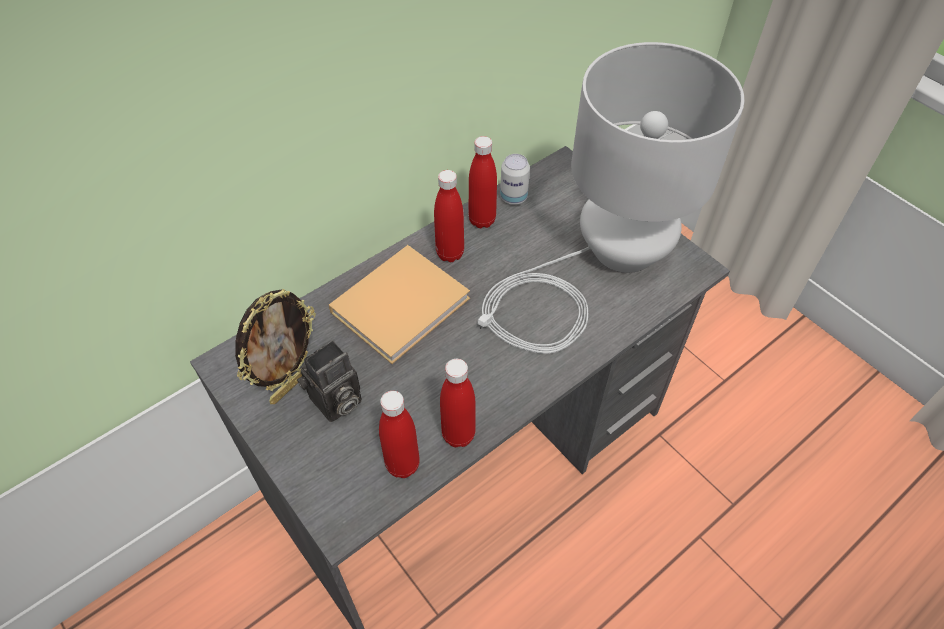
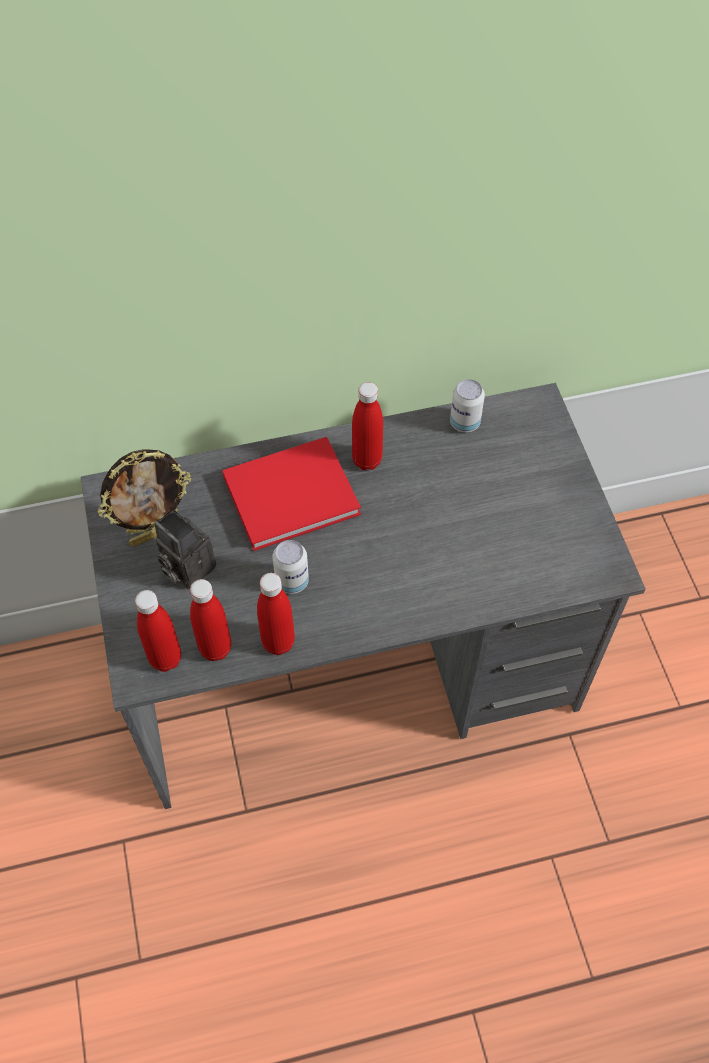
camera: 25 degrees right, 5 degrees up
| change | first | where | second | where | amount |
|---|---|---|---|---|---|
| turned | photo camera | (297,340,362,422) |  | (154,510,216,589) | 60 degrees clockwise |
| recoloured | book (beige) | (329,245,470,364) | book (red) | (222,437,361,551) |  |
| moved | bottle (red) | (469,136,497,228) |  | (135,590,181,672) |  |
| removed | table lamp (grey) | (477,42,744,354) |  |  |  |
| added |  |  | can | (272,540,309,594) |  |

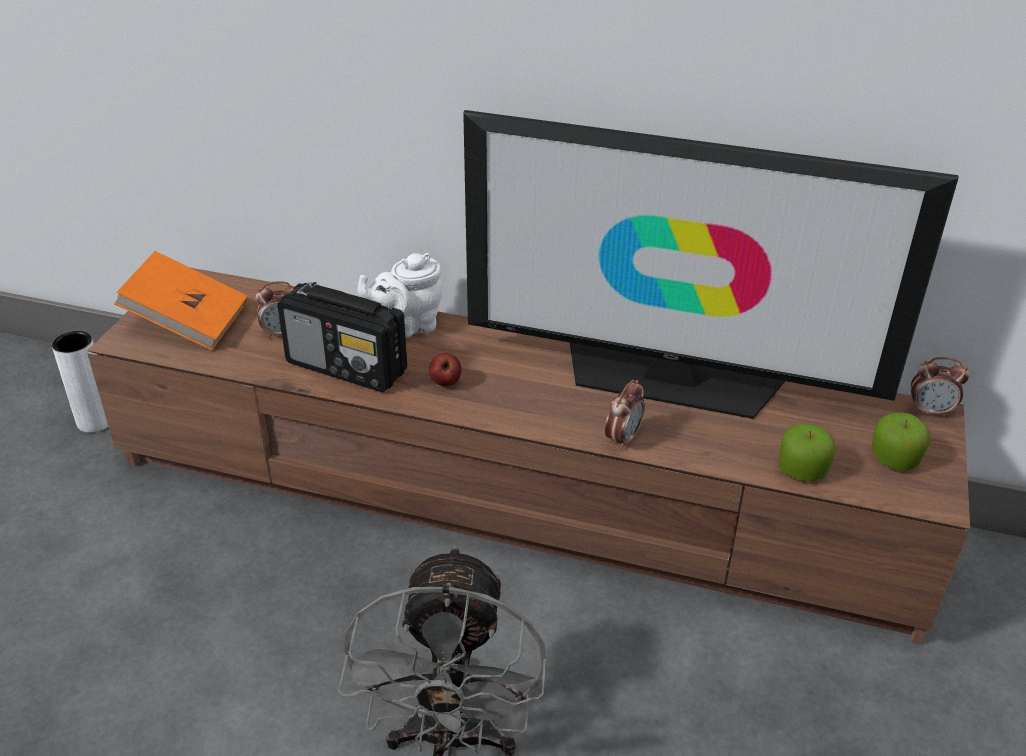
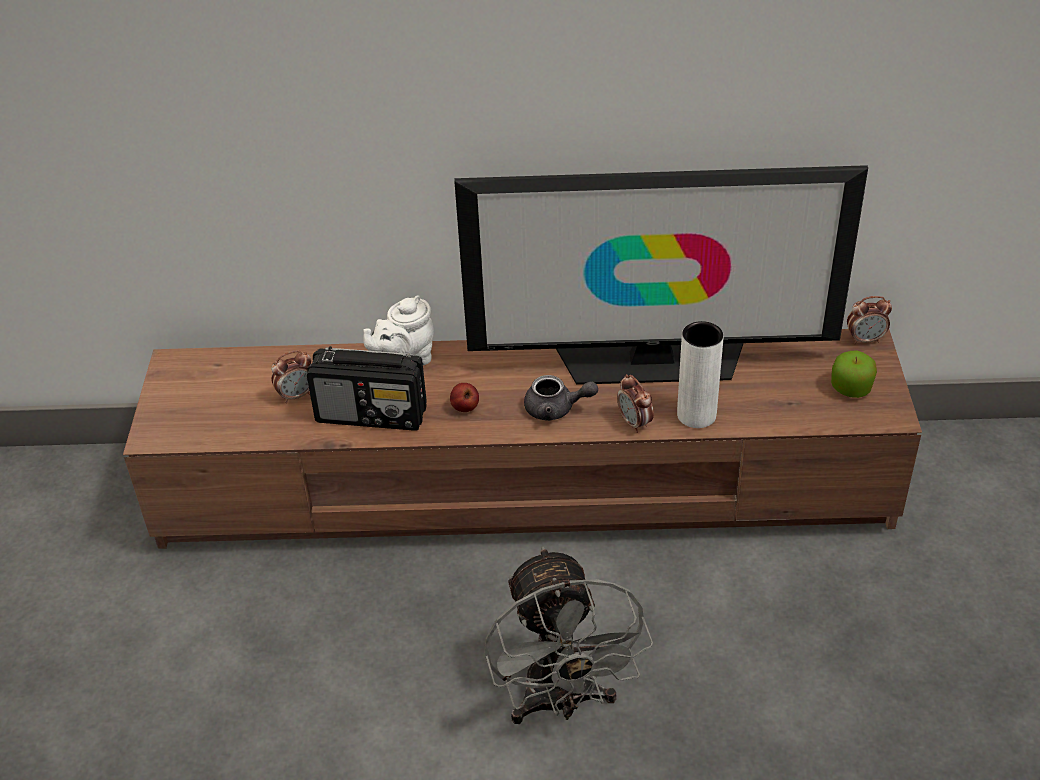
camera: 15 degrees left, 5 degrees up
| change | first | where | second | where | amount |
|---|---|---|---|---|---|
| moved | vase (white) | (52,331,108,433) |  | (677,321,724,428) |  |
| removed | book (orange) | (114,251,248,351) |  |  |  |
| turned | alarm clock | (605,380,645,450) |  | (617,374,654,433) | 135 degrees clockwise |
| removed | apple | (778,423,835,481) |  |  |  |
| added |  |  | teapot (grey) | (524,375,598,421) |  |

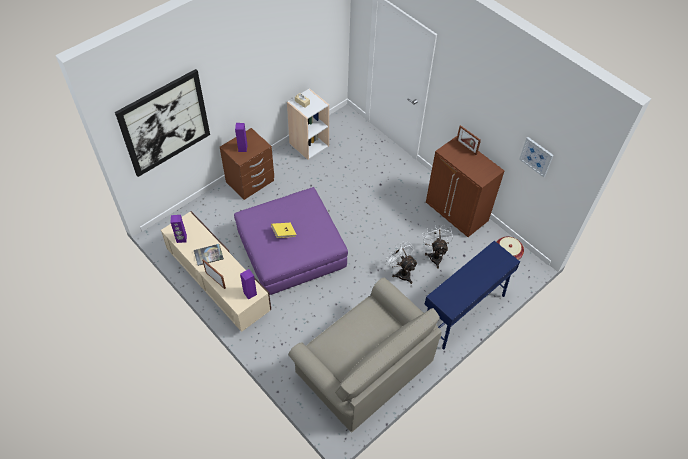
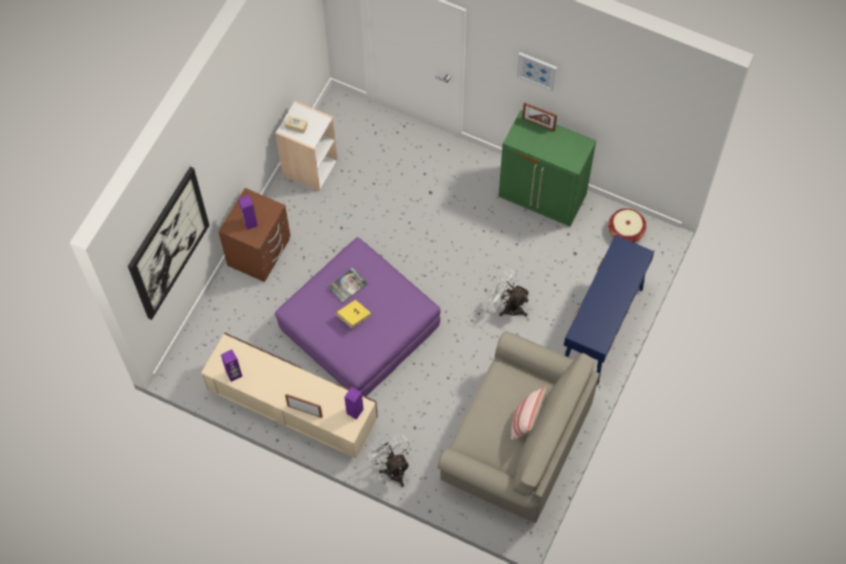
camera: 20 degrees left, 10 degrees up
| change | first | where | second | where | amount |
|---|---|---|---|---|---|
| moved | book | (194,244,224,266) |  | (327,267,368,304) |  |
| moved | fan (white) | (423,225,453,269) |  | (368,433,410,487) |  |
| recoloured | cabinet (brown) | (426,136,504,237) | cabinet (green) | (498,110,596,226) |  |
| moved | picture | (519,137,554,177) |  | (517,52,557,91) |  |
| added |  |  | pillow | (511,386,546,442) |  |

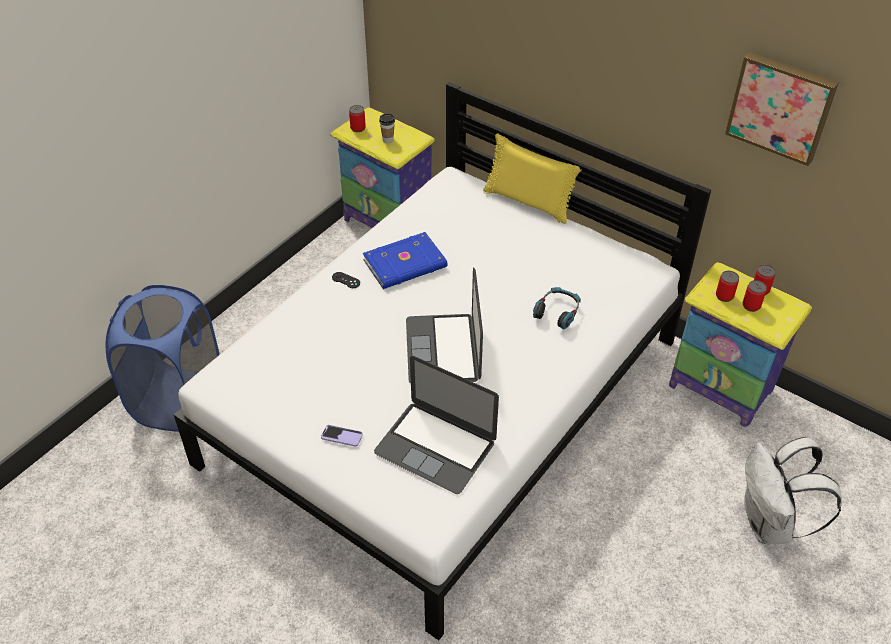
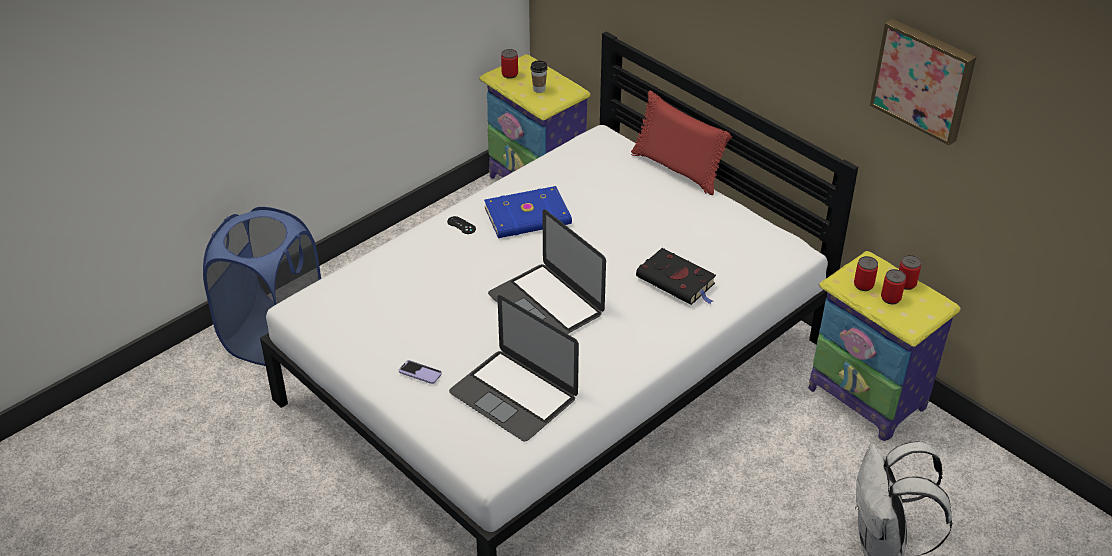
camera: 10 degrees right, 5 degrees down
| change | first | where | second | where | amount |
|---|---|---|---|---|---|
| turned | laptop | (406,268,483,384) |  | (488,209,606,334) | 45 degrees counterclockwise |
| recoloured | pillow (yellow) | (483,133,581,224) | pillow (red) | (631,91,732,195) |  |
| replaced | headphones | (533,287,581,329) | book (black) | (636,248,716,305) |  |

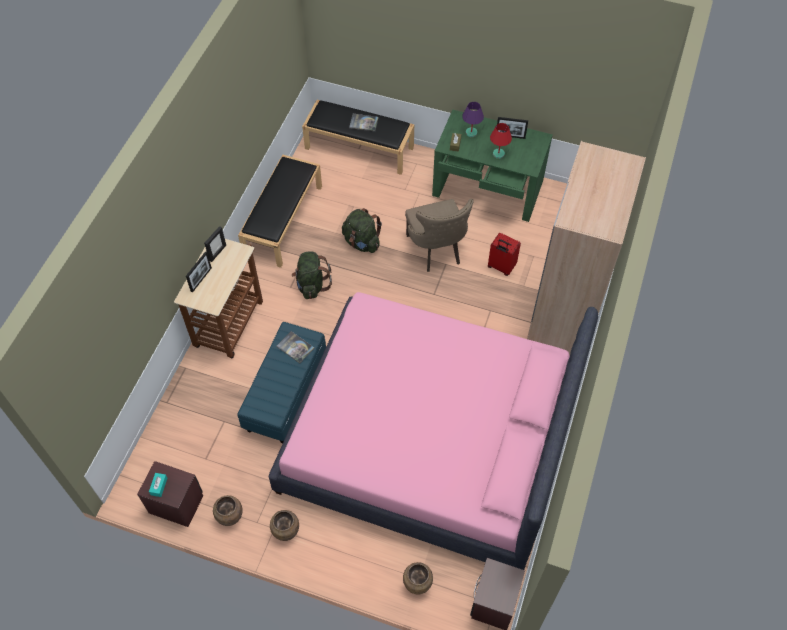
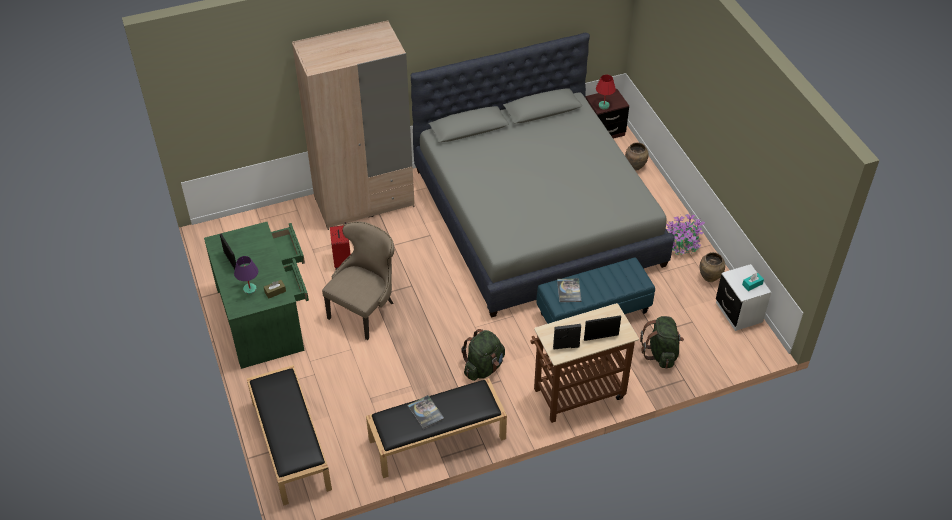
camera: 130 degrees left, 10 degrees down
| change | first | where | second | where | amount |
|---|---|---|---|---|---|
| recoloured | nightstand (brown) | (137,461,203,527) | nightstand (white) | (716,264,771,331) |  |
| recoloured | bed (pink) | (269,292,598,570) | bed (grey) | (411,33,675,318) |  |
| replaced | vase (brown) | (270,510,299,541) | potted plant | (666,214,705,255) |  |
| moved | backpack (green) | (342,208,382,253) |  | (640,316,684,368) |  |
| moved | book | (349,114,379,132) |  | (408,395,444,429) |  |
| moved | table lamp (red) | (490,123,512,159) |  | (596,75,616,109) |  |

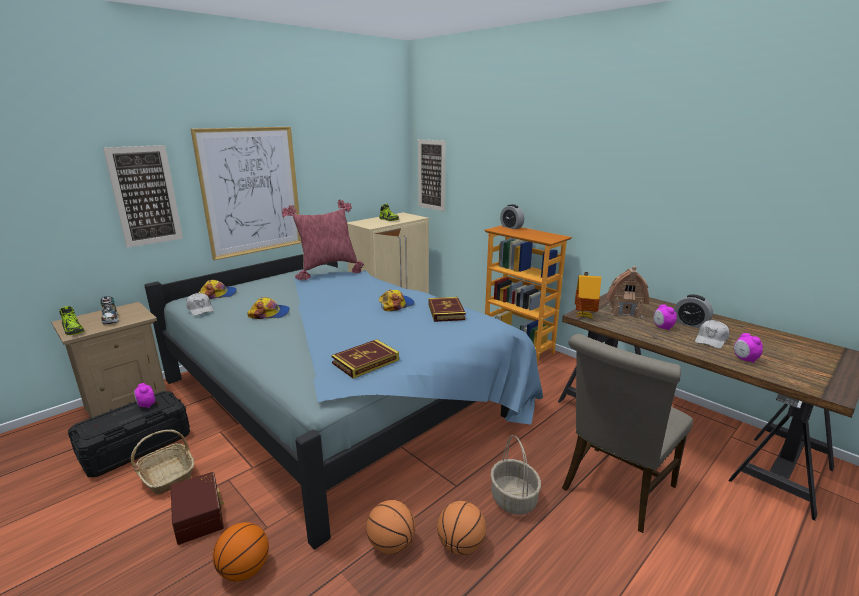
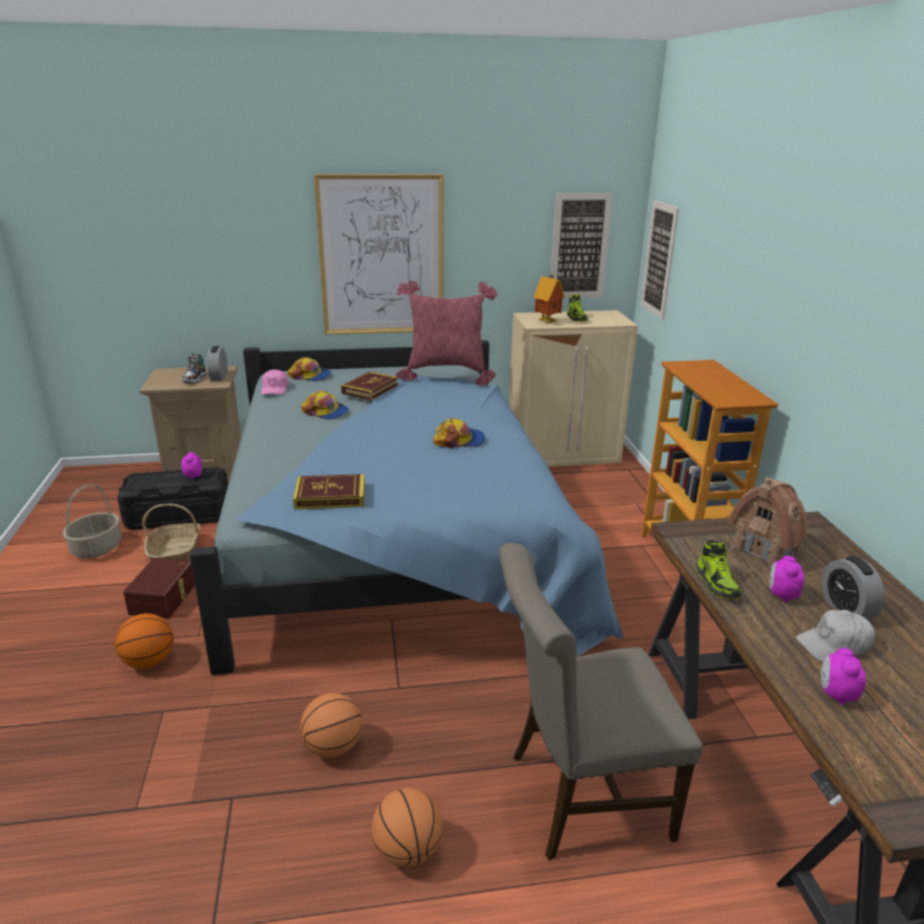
camera: 35 degrees right, 5 degrees up
| change | first | where | second | where | amount |
|---|---|---|---|---|---|
| moved | shoe | (59,306,85,335) |  | (696,540,742,599) |  |
| moved | picture | (103,145,183,248) |  | (551,193,613,298) |  |
| recoloured | cap (white) | (186,293,214,316) | cap (pink) | (261,369,288,395) |  |
| moved | basketball | (366,500,415,554) |  | (371,788,443,867) |  |
| moved | book | (428,297,466,322) |  | (341,371,398,400) |  |
| moved | basket | (491,435,541,515) |  | (63,484,121,559) |  |
| moved | alarm clock | (500,204,524,229) |  | (207,346,227,380) |  |
| moved | toy house | (575,272,601,318) |  | (534,275,564,323) |  |

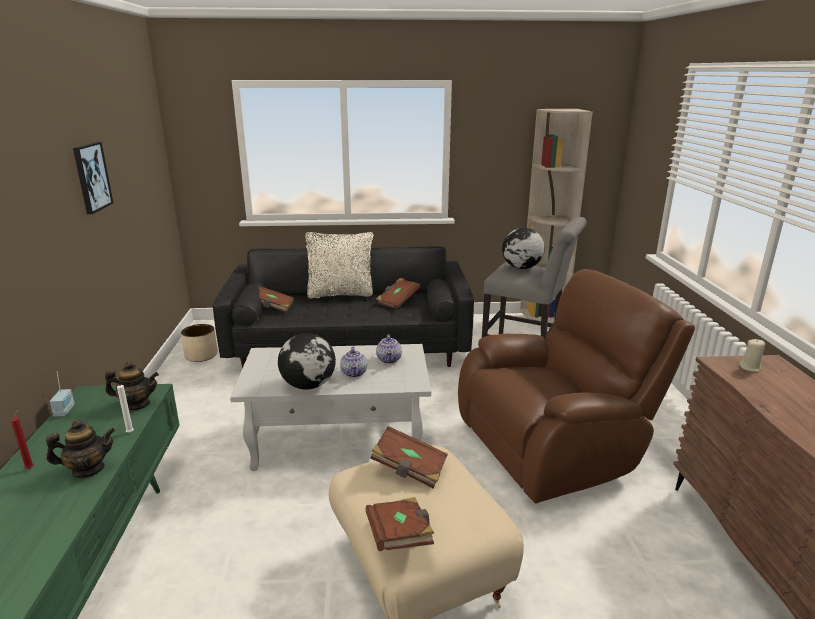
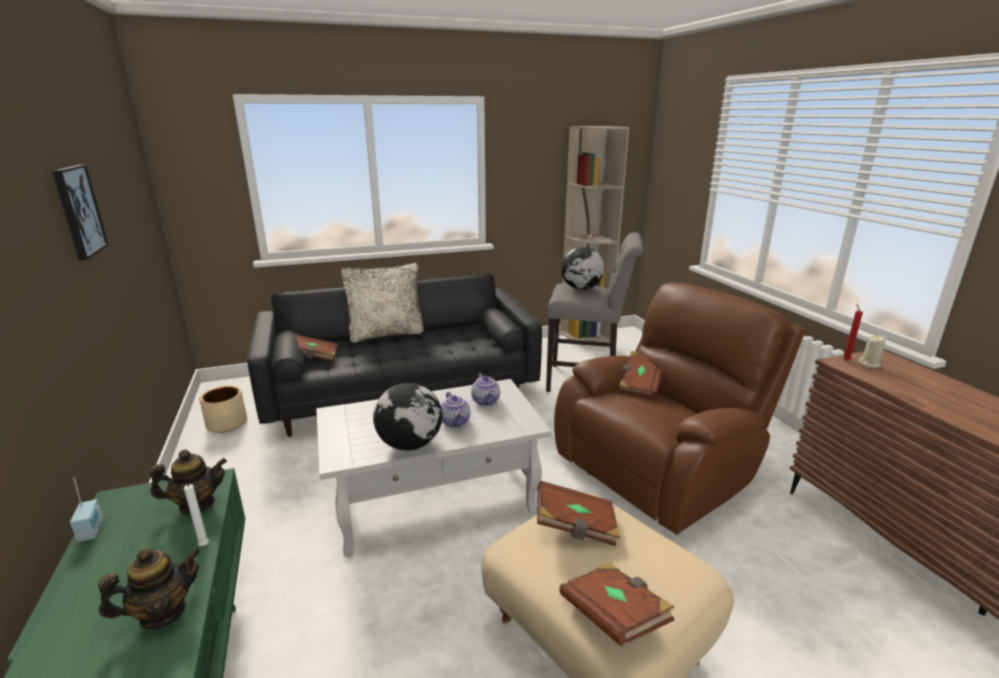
camera: 15 degrees left, 0 degrees up
| change | first | where | second | where | amount |
|---|---|---|---|---|---|
| moved | candle (red) | (11,410,34,469) |  | (843,304,863,361) |  |
| moved | book (brown) | (376,278,420,309) |  | (619,351,662,397) |  |

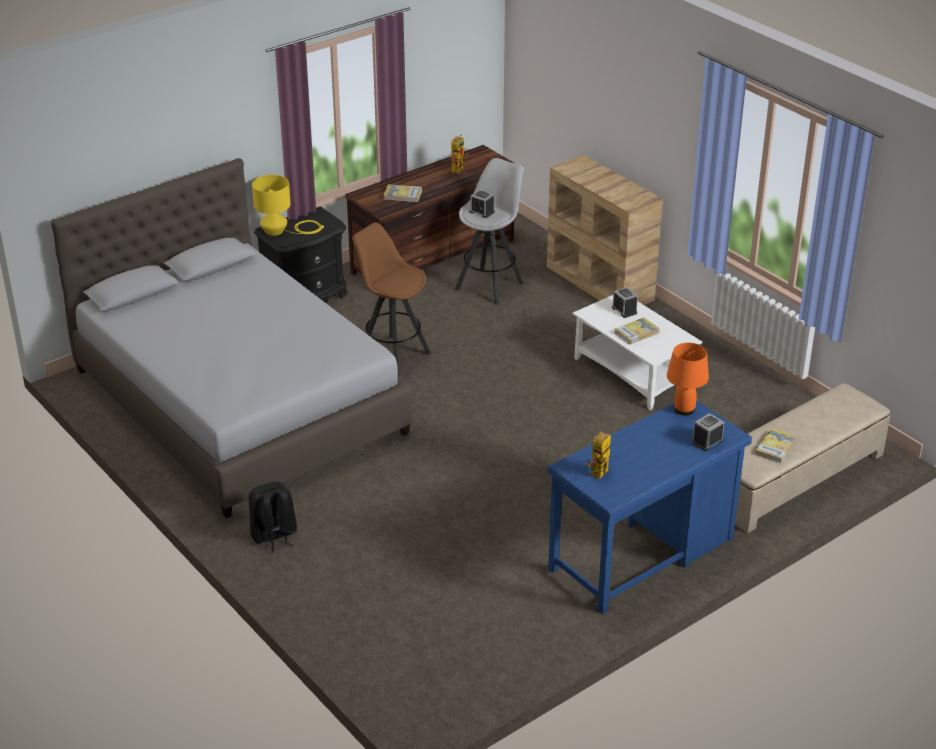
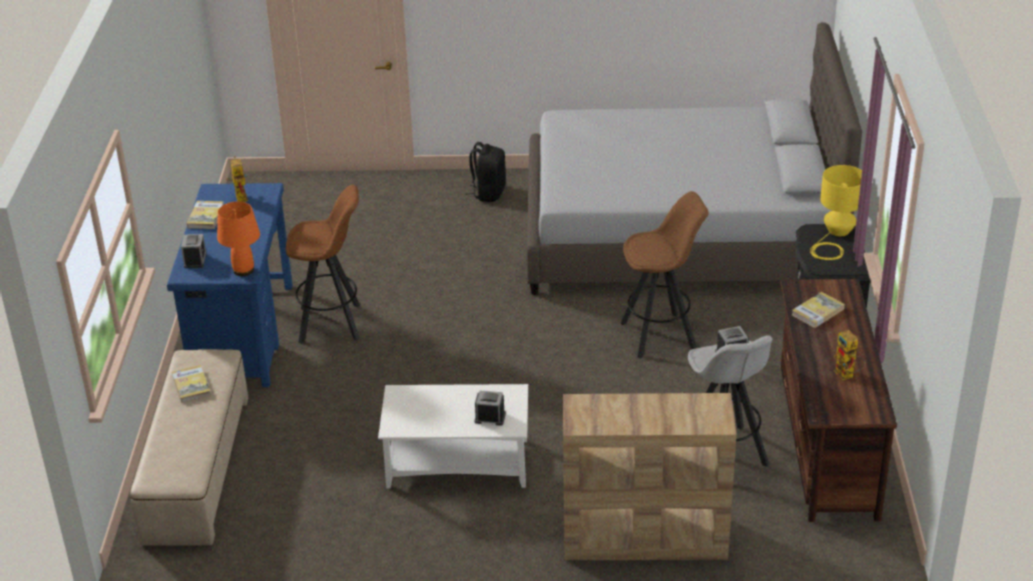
camera: 130 degrees right, 0 degrees up
| change | first | where | second | where | amount |
|---|---|---|---|---|---|
| moved | book | (614,317,660,345) |  | (187,201,224,229) |  |
| added |  |  | stool (brown) | (286,185,360,344) |  |

